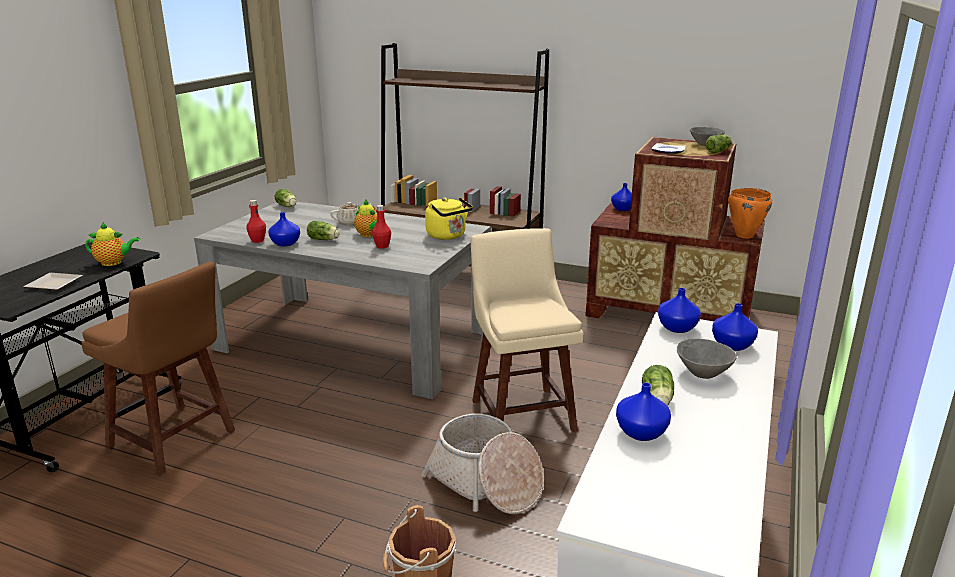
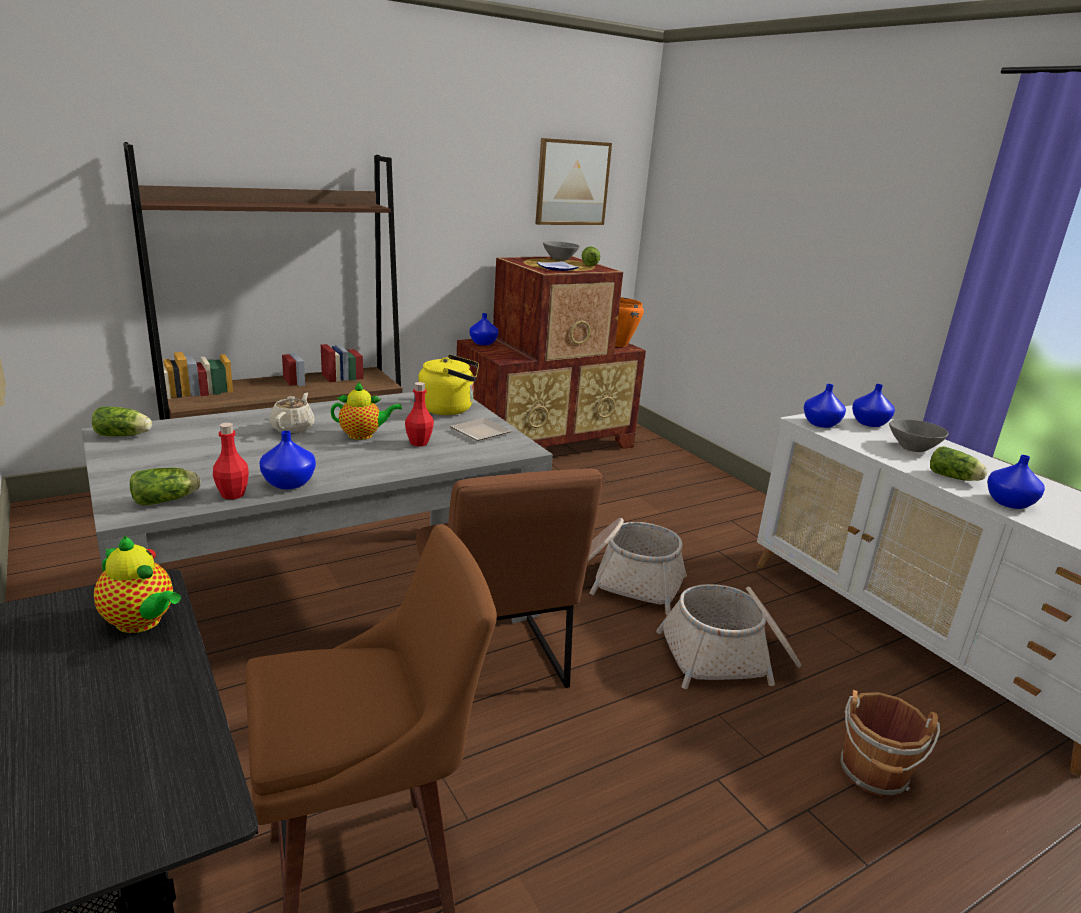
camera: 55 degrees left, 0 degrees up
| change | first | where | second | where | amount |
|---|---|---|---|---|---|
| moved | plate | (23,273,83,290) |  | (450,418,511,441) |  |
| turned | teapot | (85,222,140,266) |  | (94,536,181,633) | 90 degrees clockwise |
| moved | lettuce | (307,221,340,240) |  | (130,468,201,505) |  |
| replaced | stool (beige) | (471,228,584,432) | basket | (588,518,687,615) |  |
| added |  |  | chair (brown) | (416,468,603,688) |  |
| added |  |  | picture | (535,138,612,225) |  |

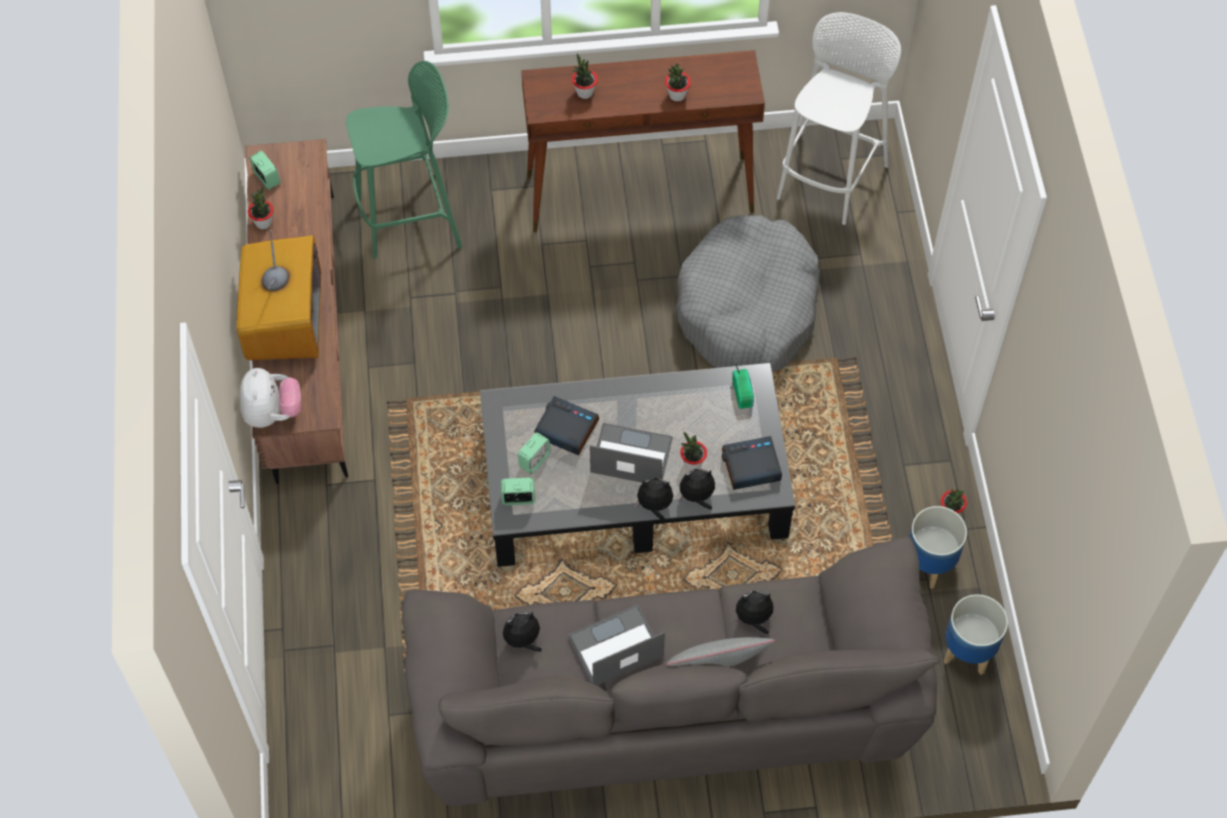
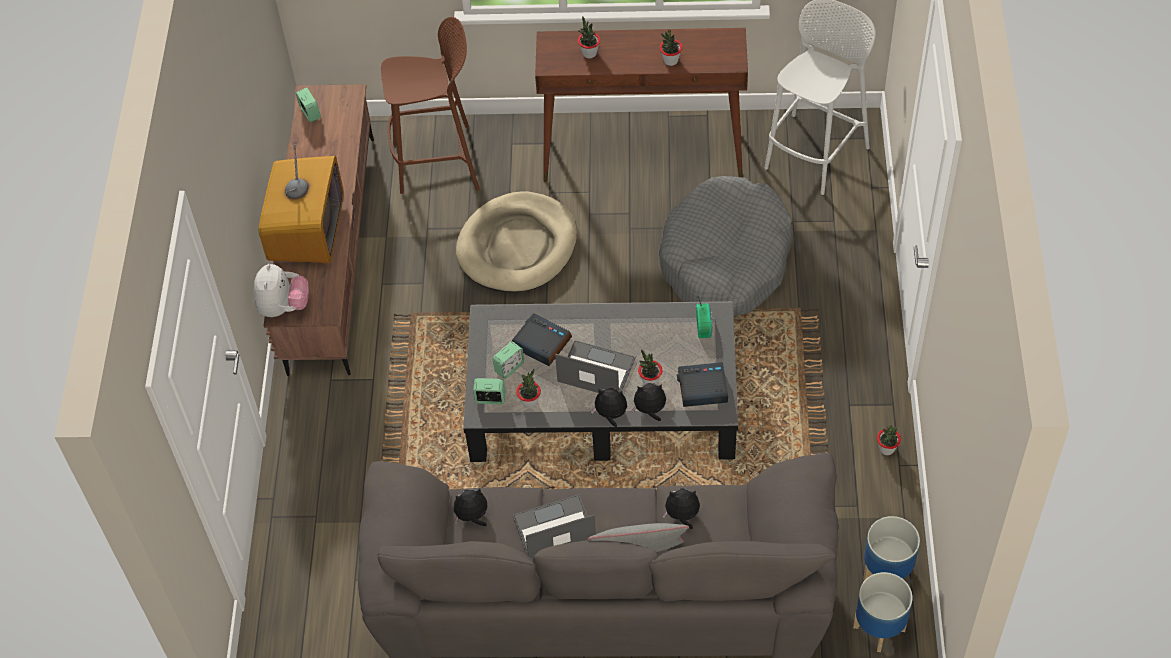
camera: 10 degrees right, 5 degrees down
| change | first | where | second | where | amount |
|---|---|---|---|---|---|
| moved | potted plant | (248,186,273,229) |  | (516,369,541,409) |  |
| recoloured | stool (green) | (346,61,462,259) | stool (brown) | (381,17,480,194) |  |
| moved | planter | (909,506,967,588) |  | (853,572,913,652) |  |
| added |  |  | dog bed (beige) | (456,191,577,292) |  |

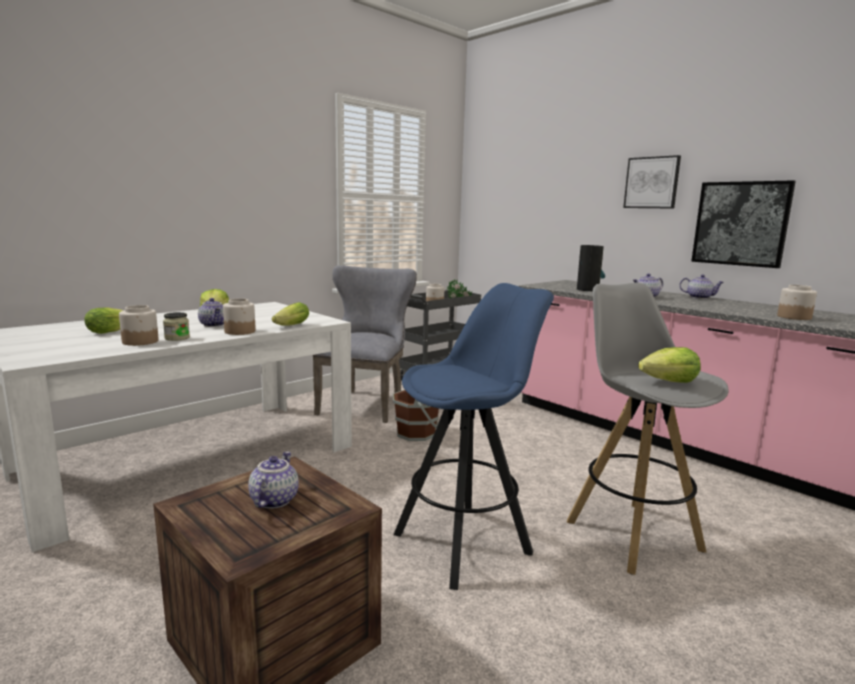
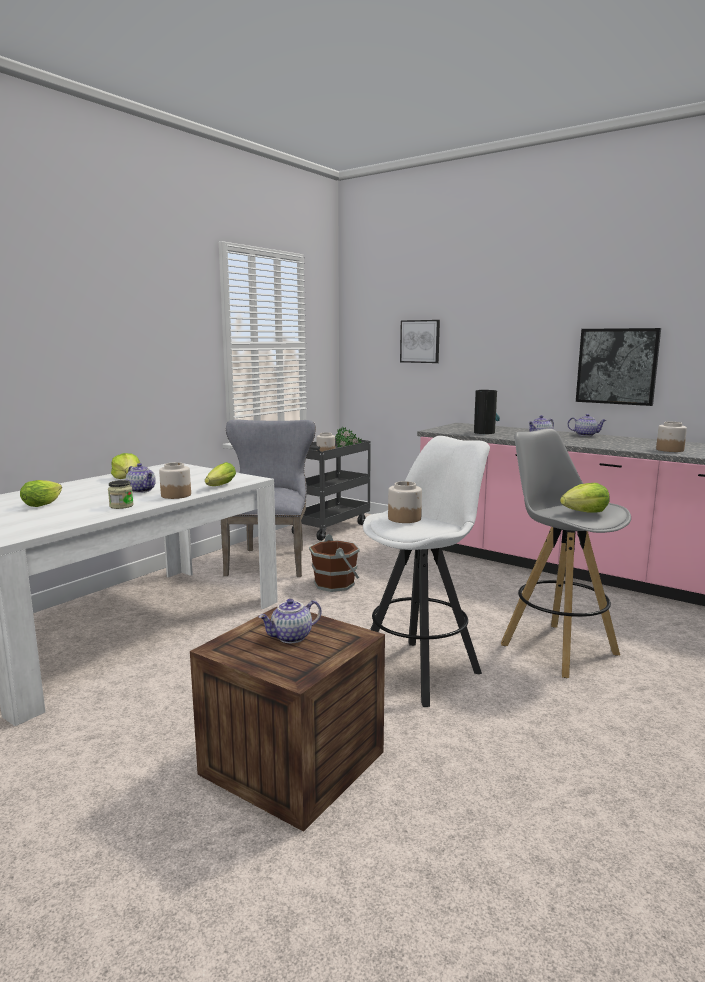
camera: 10 degrees left, 0 degrees up
| change | first | where | second | where | amount |
|---|---|---|---|---|---|
| moved | jar | (119,305,159,346) |  | (388,481,422,523) |  |
| turned | teapot | (248,452,299,509) |  | (259,599,322,643) | 120 degrees counterclockwise |
| recoloured | stool (blue) | (393,283,554,590) | stool (white) | (363,436,490,707) |  |
| moved | picture | (623,155,681,209) |  | (400,320,440,363) |  |

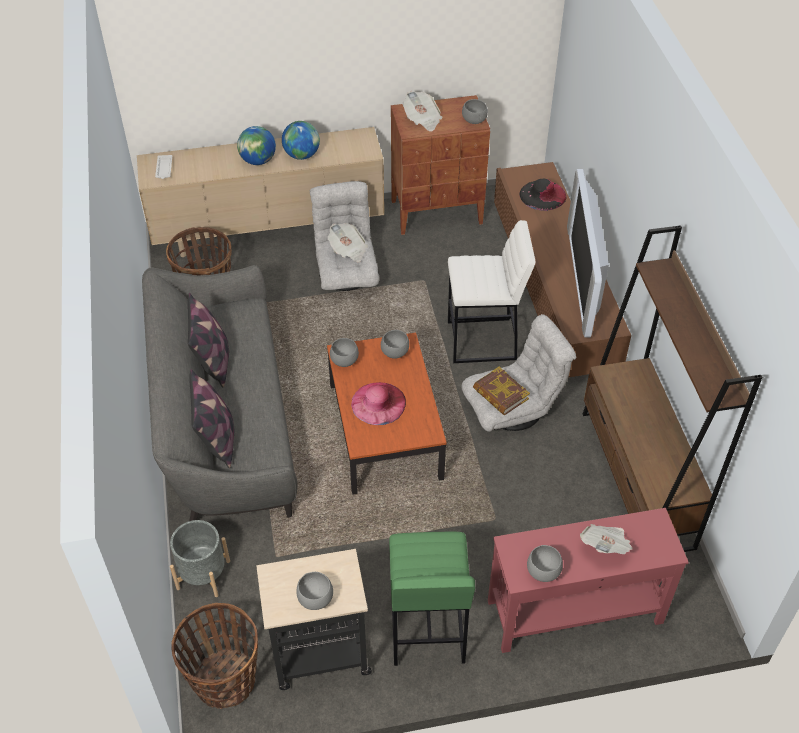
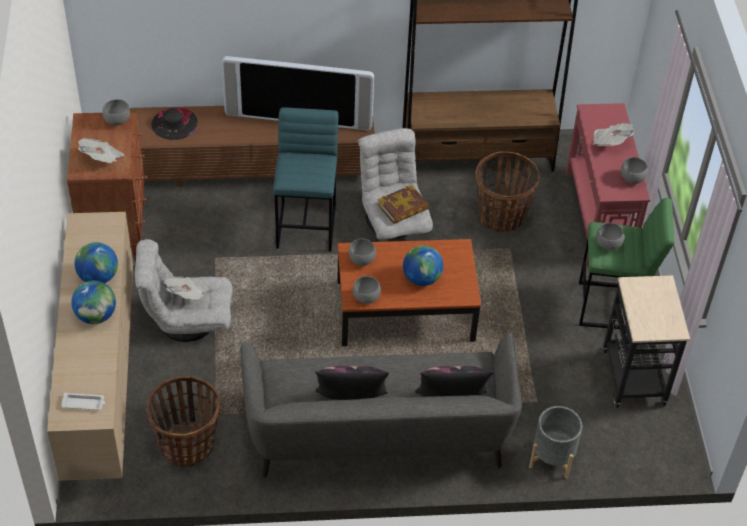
camera: 85 degrees left, 0 degrees up
| change | first | where | second | where | amount |
|---|---|---|---|---|---|
| moved | basket | (171,603,258,709) |  | (475,151,540,232) |  |
| moved | bowl (grey) | (296,572,333,610) |  | (596,223,624,250) |  |
| replaced | hat (pink) | (351,382,406,425) | globe | (403,245,443,286) |  |
| recoloured | stool (white) | (448,220,535,363) | stool (turquoise) | (273,107,338,252) |  |

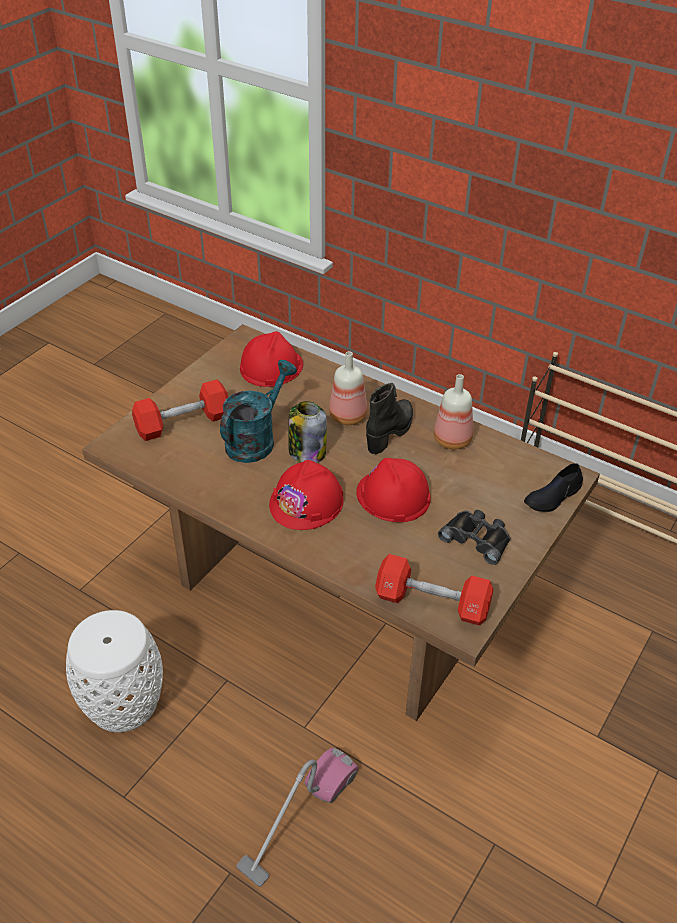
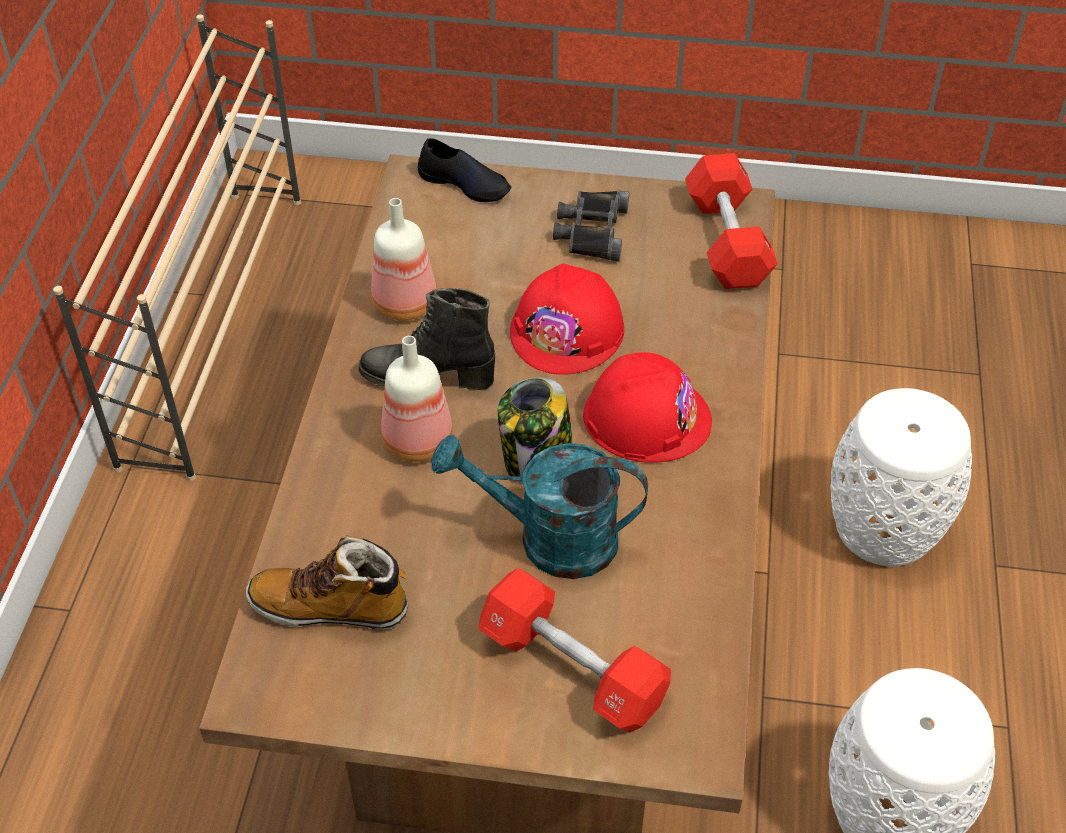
camera: 115 degrees left, 5 degrees up
| change | first | where | second | where | amount |
|---|---|---|---|---|---|
| replaced | vacuum cleaner | (236,748,358,887) | stool (white) | (830,388,972,566) |  |
| replaced | hard hat (red) | (240,331,303,387) | boot | (246,535,409,630) |  |

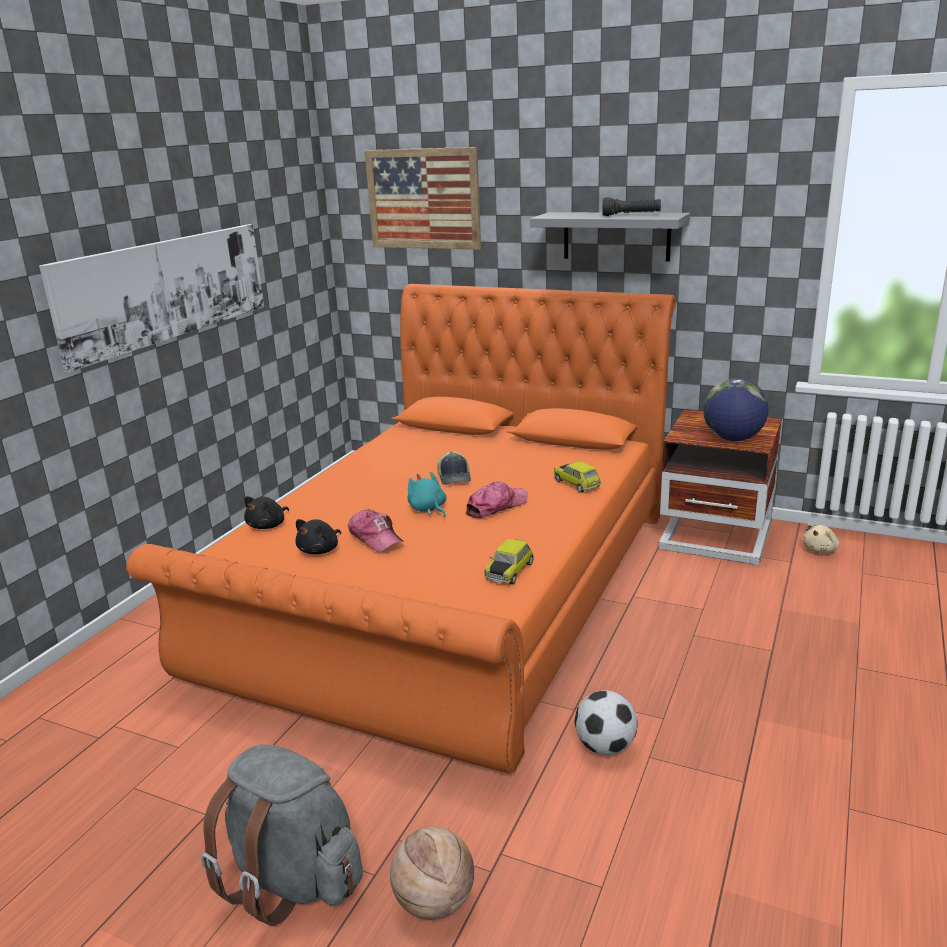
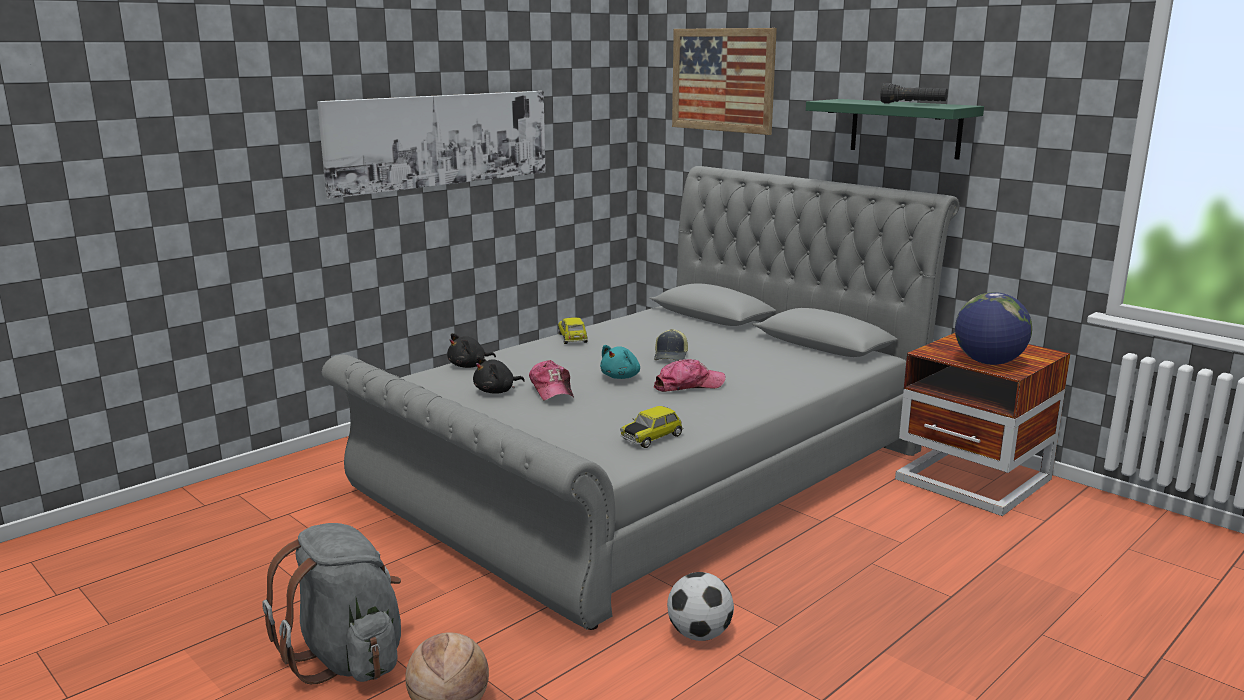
camera: 20 degrees right, 5 degrees down
| change | first | where | second | where | amount |
|---|---|---|---|---|---|
| recoloured | bed (orange) | (126,284,676,774) | bed (grey) | (322,166,959,630) |  |
| turned | plush toy (turquoise) | (407,472,446,517) |  | (600,345,640,379) | 135 degrees counterclockwise |
| recoloured | shelf (grey) | (530,212,690,262) | shelf (green) | (806,99,984,160) |  |
| moved | toy car | (554,461,602,493) |  | (558,318,588,344) |  |
| removed | plush toy (beige) | (803,523,839,553) |  |  |  |

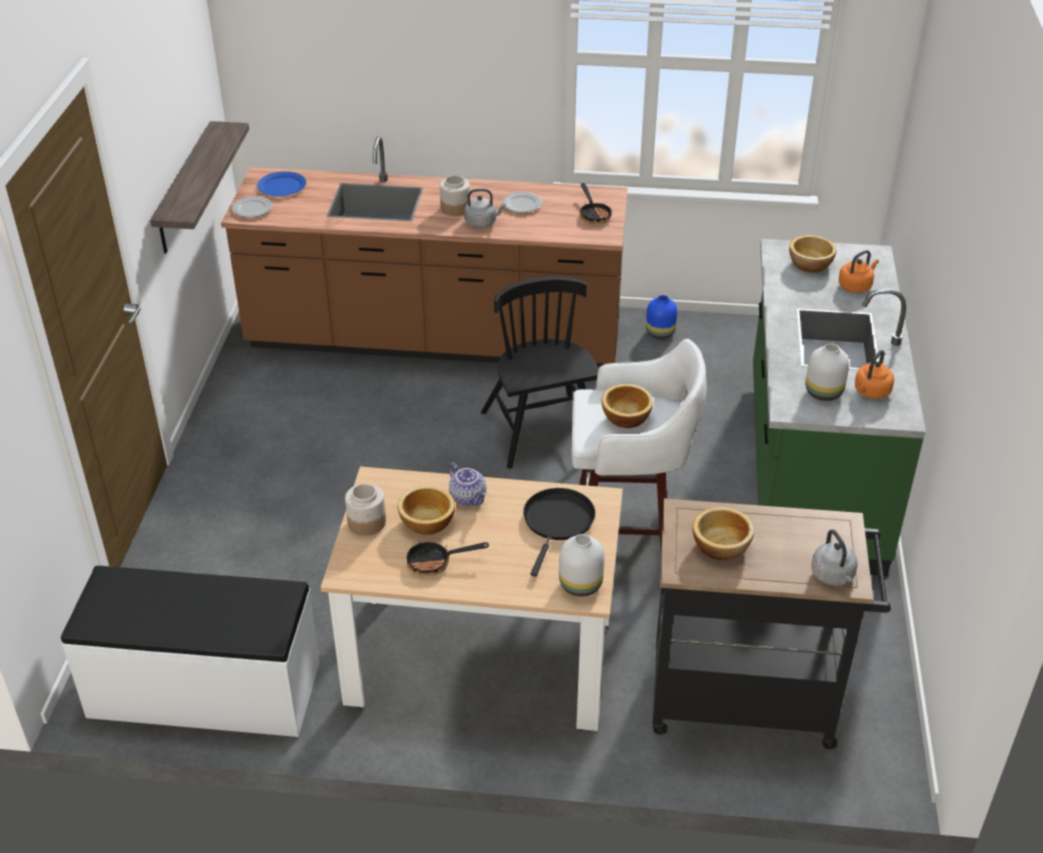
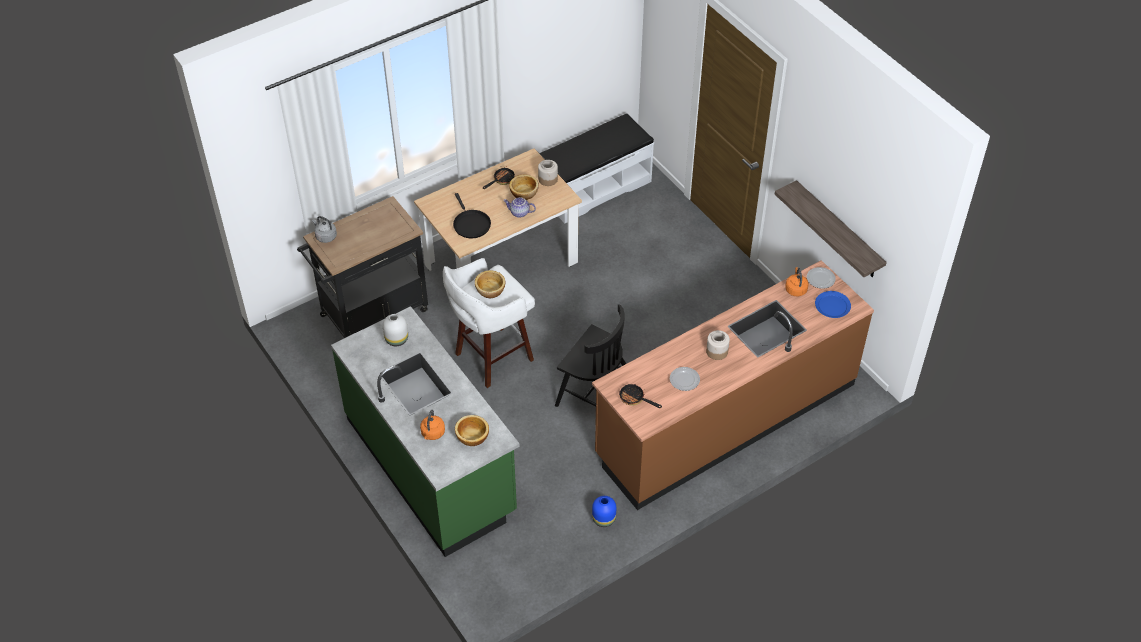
camera: 140 degrees right, 10 degrees up
| change | first | where | second | where | amount |
|---|---|---|---|---|---|
| removed | kettle (grey) | (464,189,505,228) |  |  |  |
| removed | vase (white) | (559,534,605,596) |  |  |  |
| removed | bowl | (693,507,754,560) |  |  |  |
| moved | kettle (orange) | (855,350,894,399) |  | (785,267,808,296) |  |

